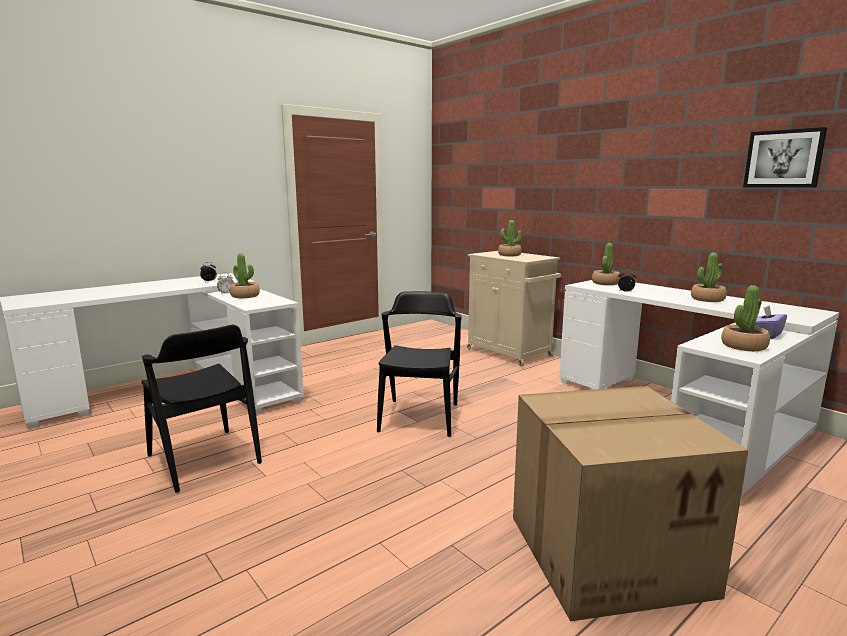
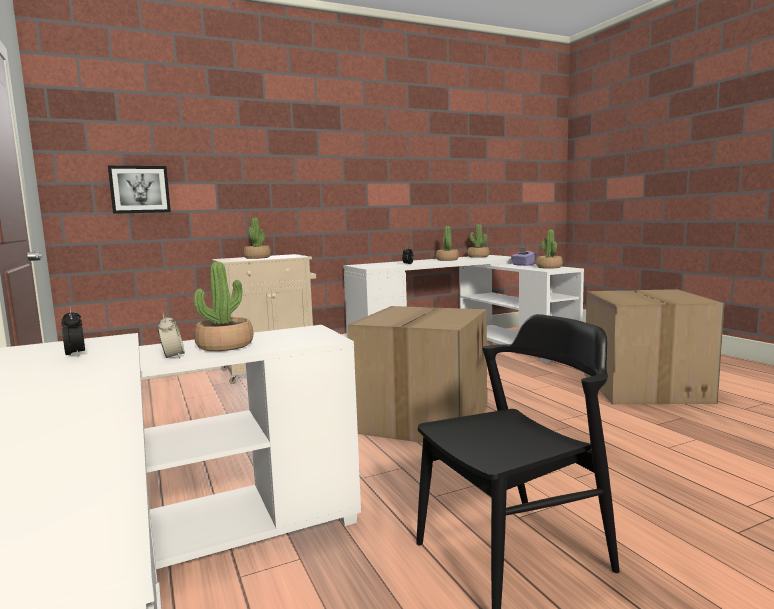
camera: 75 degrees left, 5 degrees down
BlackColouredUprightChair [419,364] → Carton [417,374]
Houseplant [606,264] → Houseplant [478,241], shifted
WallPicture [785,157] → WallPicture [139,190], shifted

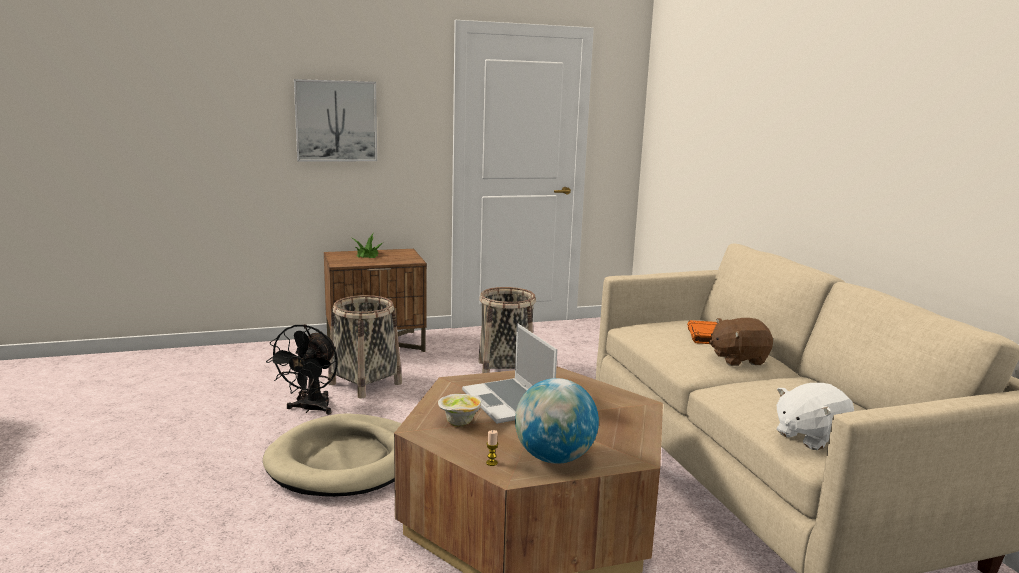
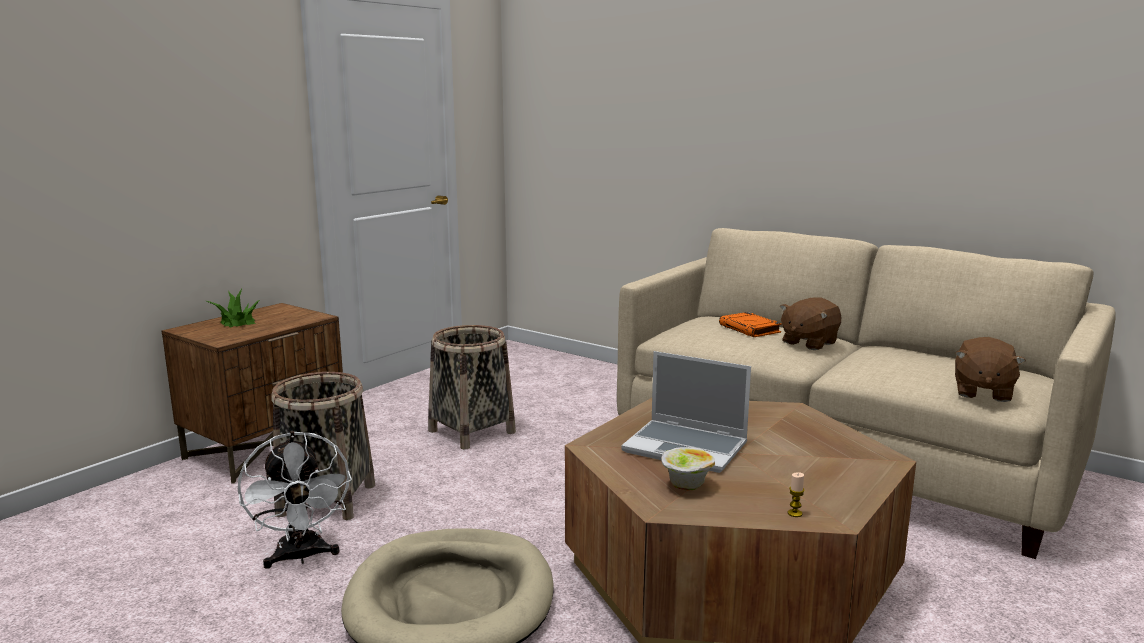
camera: 35 degrees left, 0 degrees up
BlackColouredCoolingFan [302,369] → WhiteColouredCoolingFan [295,500]
WallPicture [335,120] → -
WorldGlobe [557,421] → -
WhiteColouredCuddlyToy [815,416] → BrownishCuddlyToy [990,369]

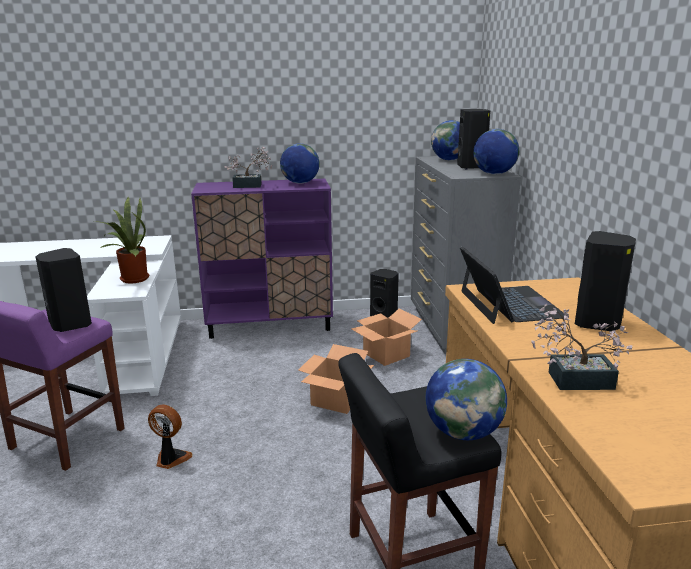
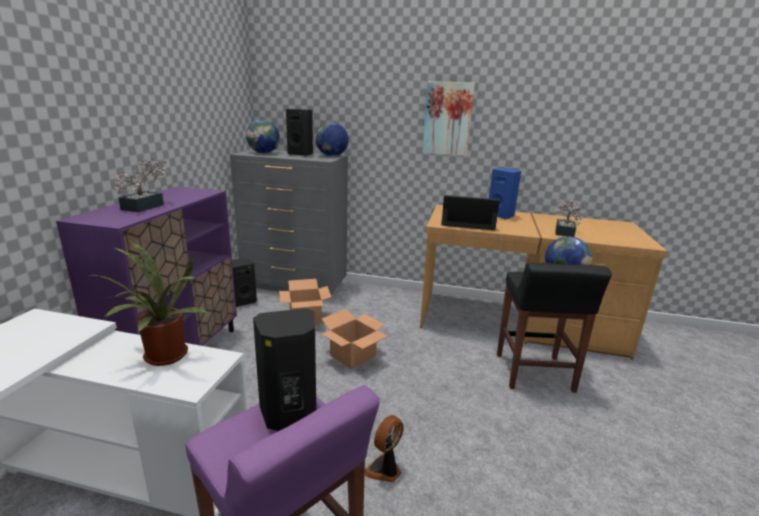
camera: 70 degrees left, 0 degrees up
WorldGlobe [300,163] → -
BlackColouredAudioSpeaker [605,281] → BlueColouredAudioSpeaker [505,193]
- → WallPicture [448,118]

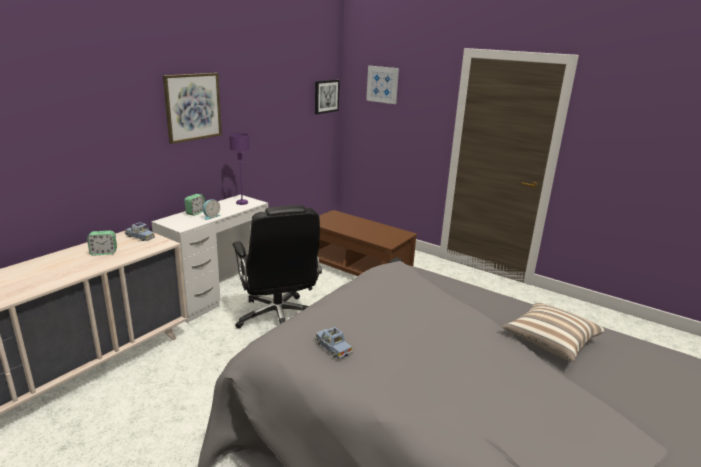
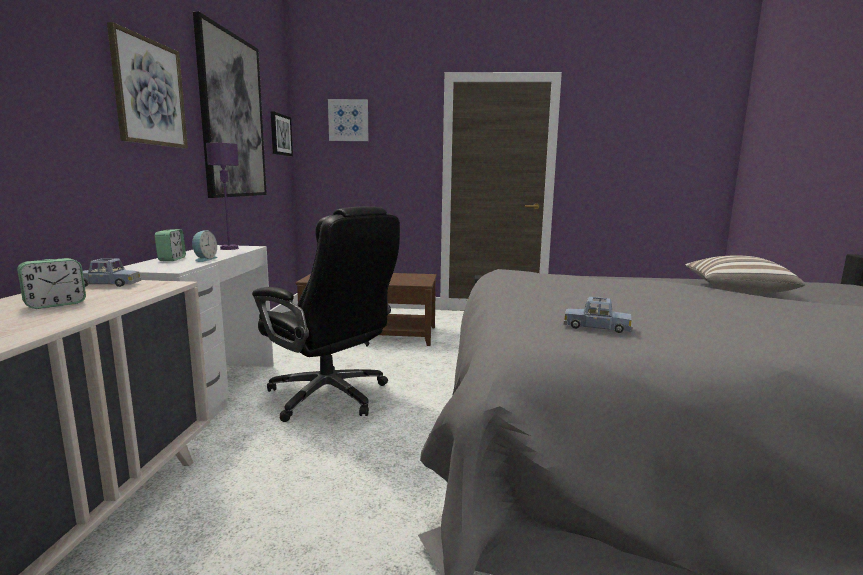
camera: 30 degrees left, 10 degrees down
- → WallPicture [230,104]

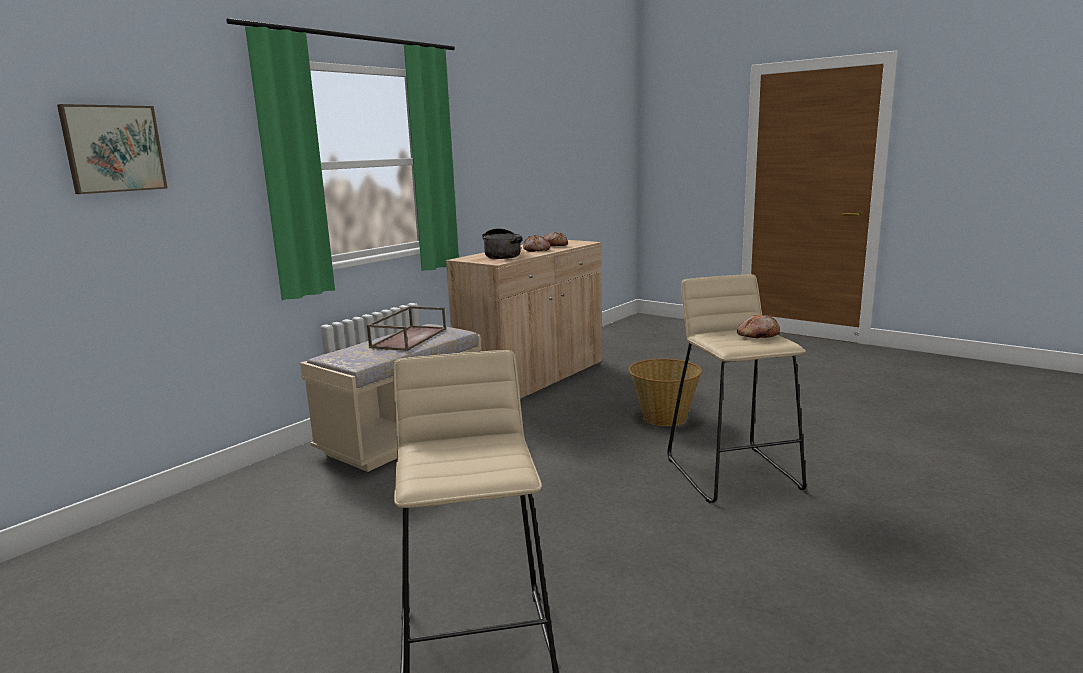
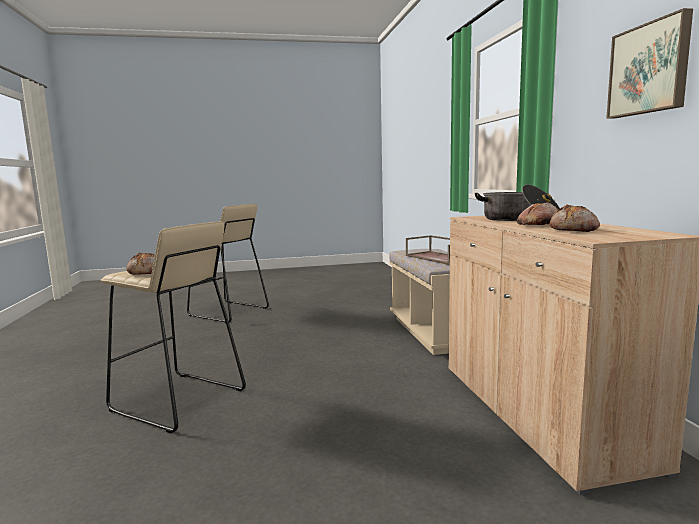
camera: 130 degrees right, 5 degrees down
WallPicture [112,149] → WallPicture [649,63], shifted
Basket [665,392] → -

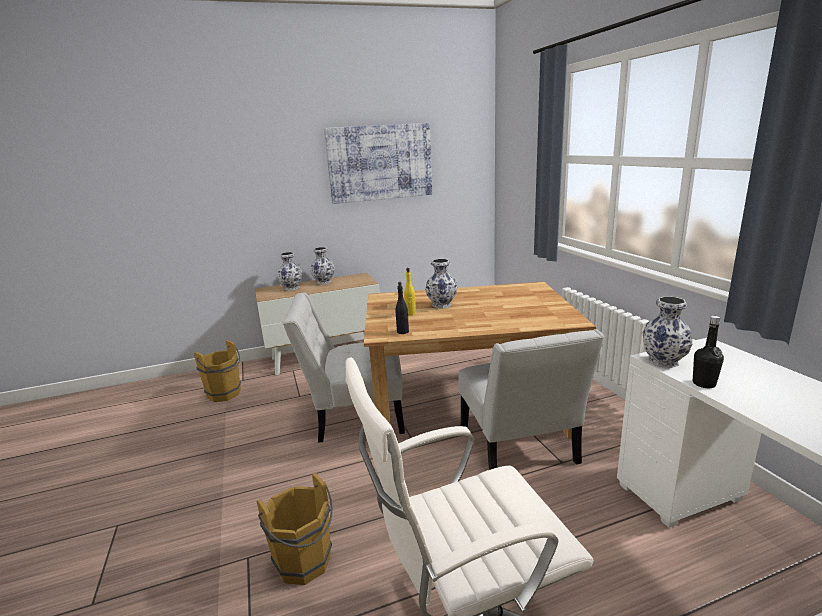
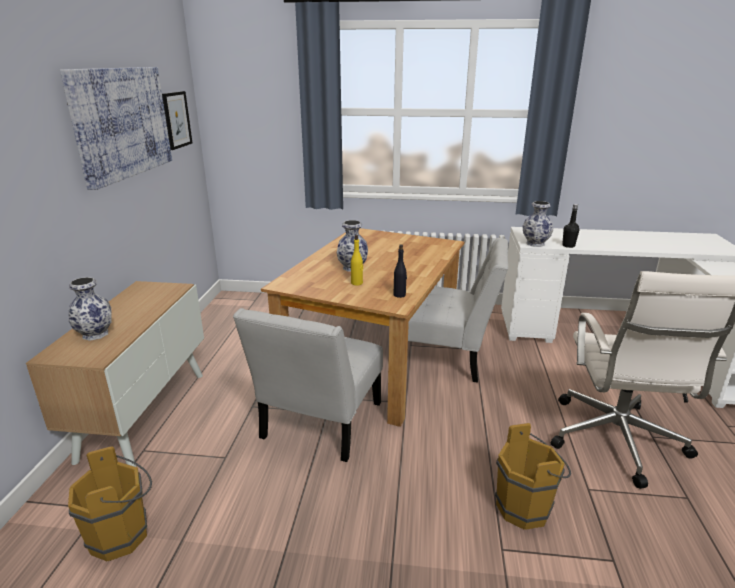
camera: 65 degrees left, 5 degrees up
DecorativeVase [323,266] → -
- → WallPicture [177,120]

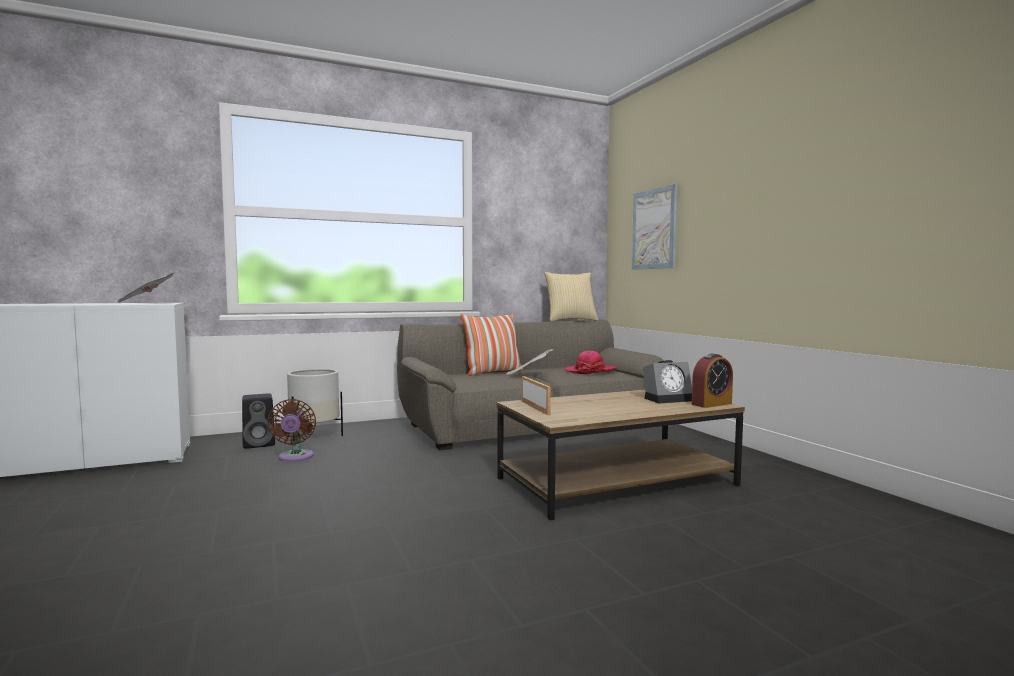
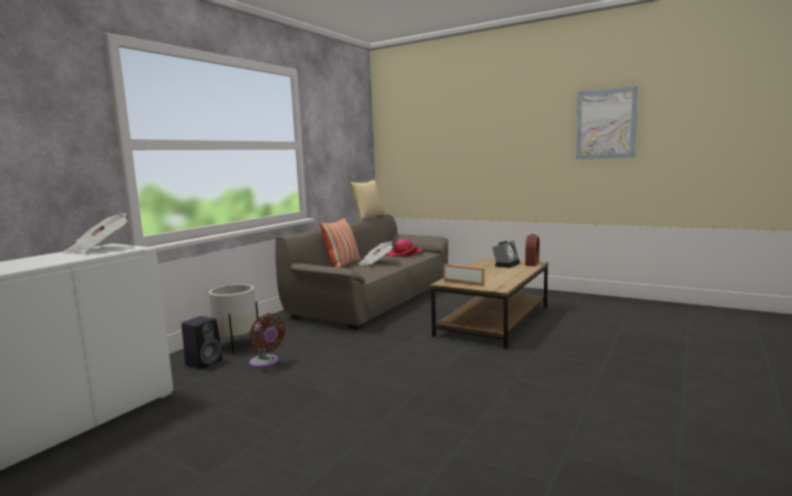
camera: 35 degrees left, 5 degrees up
WallPicture [654,227] → WallPicture [607,122], shifted

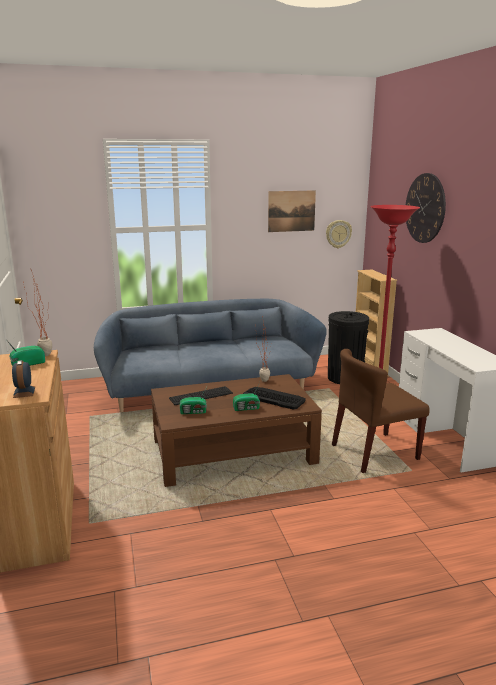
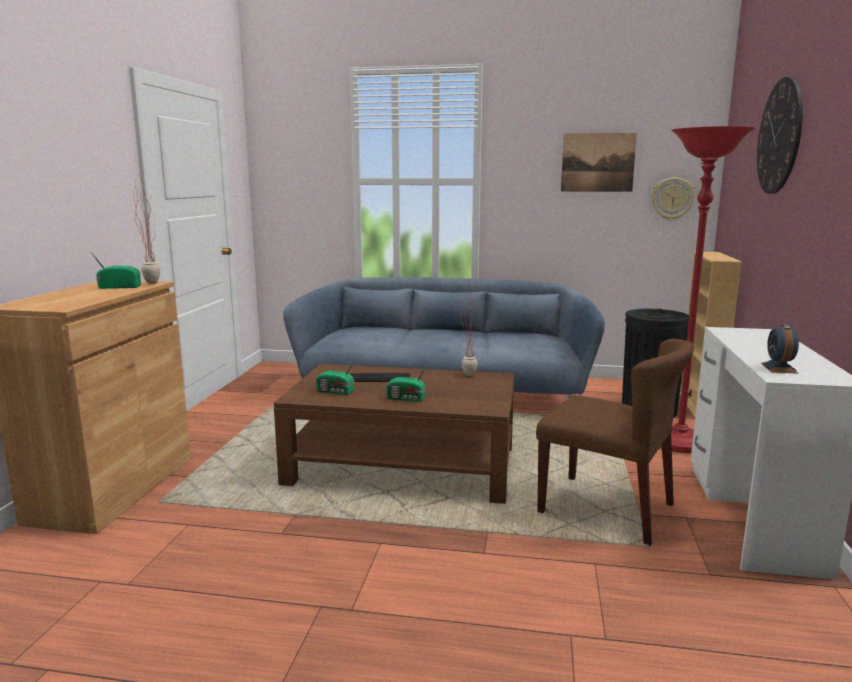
camera: 25 degrees right, 5 degrees down
AlarmClock [23,379] → AlarmClock [780,349], shifted
Keyboard [274,398] → -
BrownishUprightChair [381,411] → BrownishUprightChair [615,443], 150 degrees counterclockwise

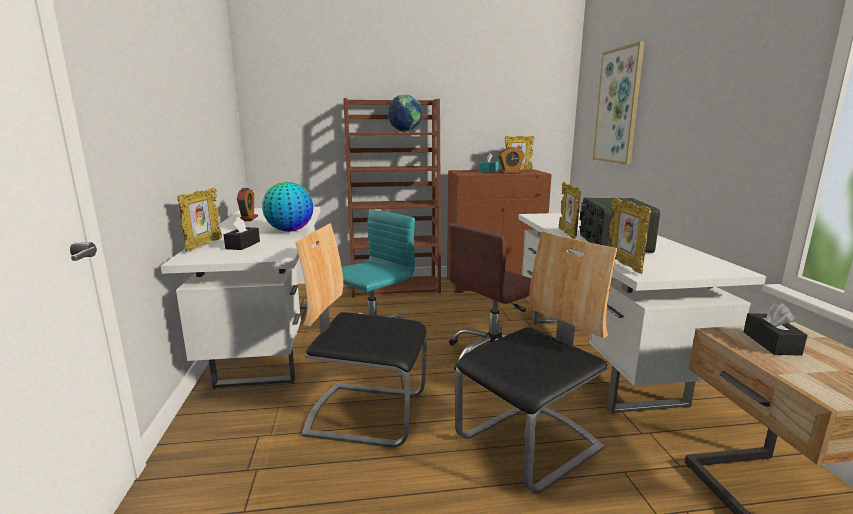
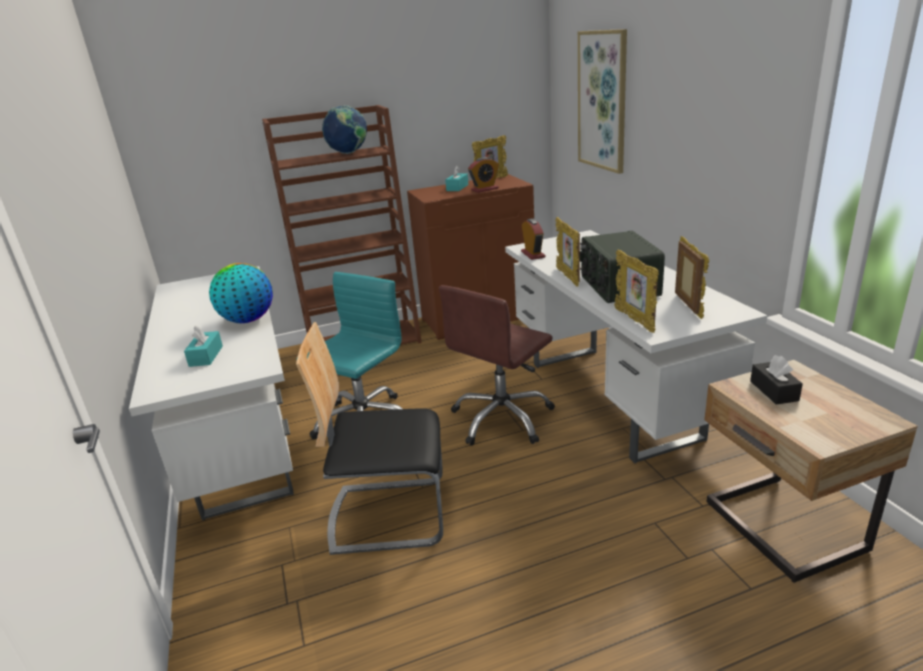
camera: 10 degrees left, 10 degrees up
PhotoFrame [199,220] → PhotoFrame [692,277], shifted
BlackColouredTissueHolder [242,233] → BlueGreenTissueHolder [203,346]
AlarmClock [247,204] → AlarmClock [533,239], shifted
UprightChair [536,362] → -

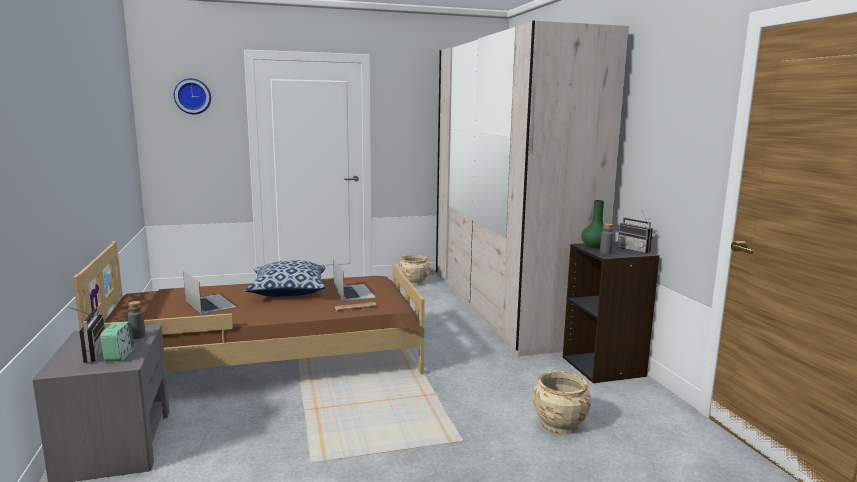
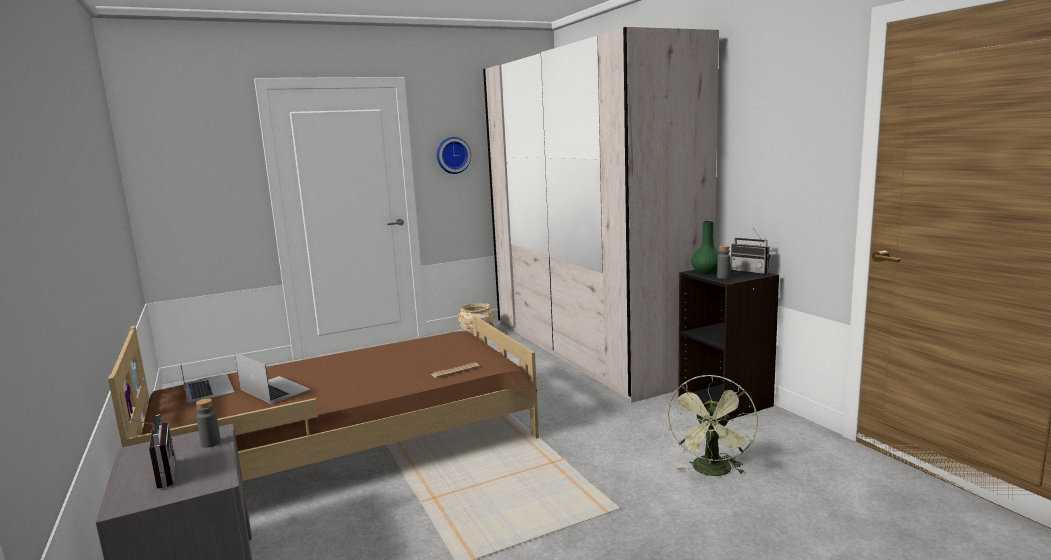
camera: 10 degrees left, 0 degrees up
AlarmClock [117,342] → -
HangingClock [192,96] → HangingClock [454,155], shifted
Pillow [285,278] → -
Laptop [354,280] → Laptop [206,375], shifted
BeigePlantPot [561,402] → GreenCoolingFan [713,425]

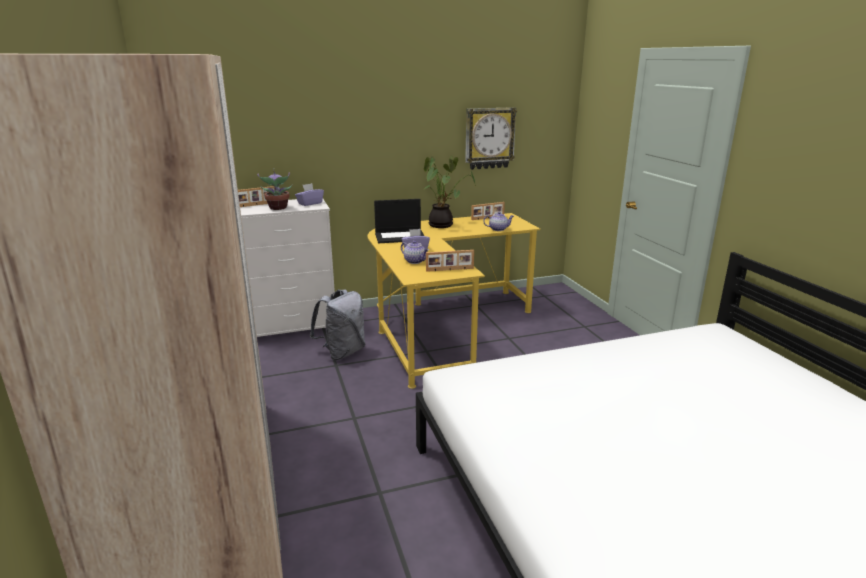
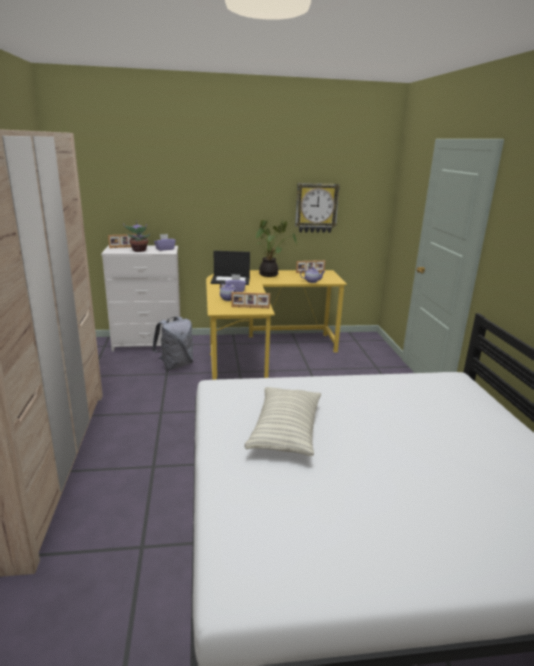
camera: 10 degrees right, 0 degrees up
- → Pillow [283,421]

